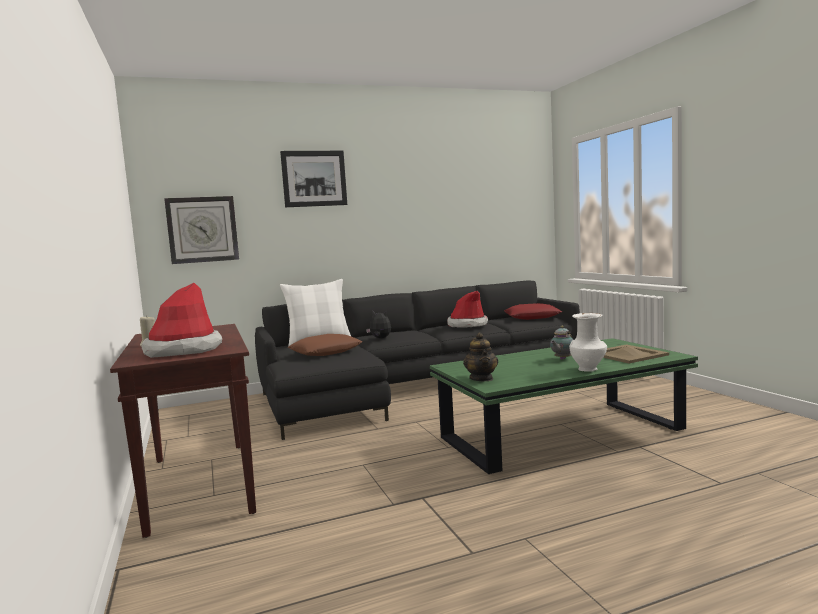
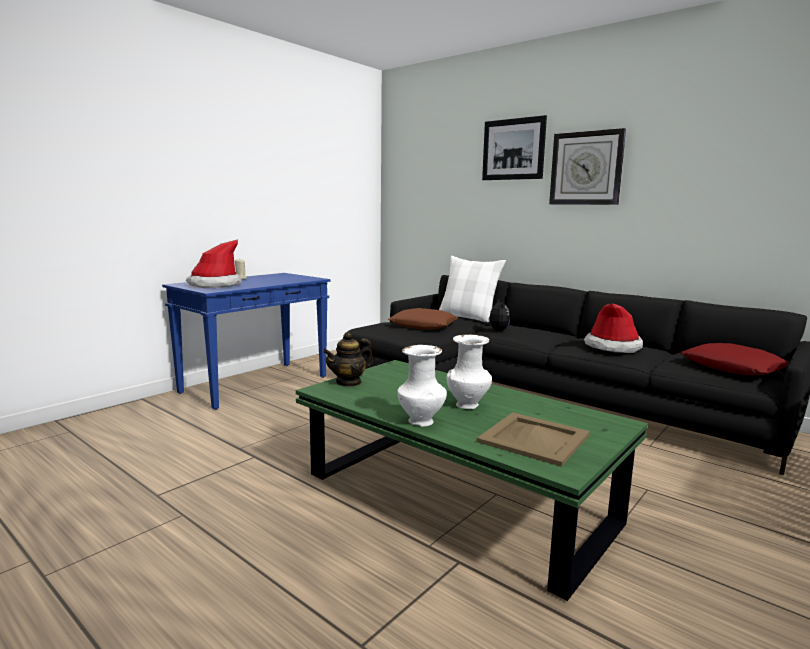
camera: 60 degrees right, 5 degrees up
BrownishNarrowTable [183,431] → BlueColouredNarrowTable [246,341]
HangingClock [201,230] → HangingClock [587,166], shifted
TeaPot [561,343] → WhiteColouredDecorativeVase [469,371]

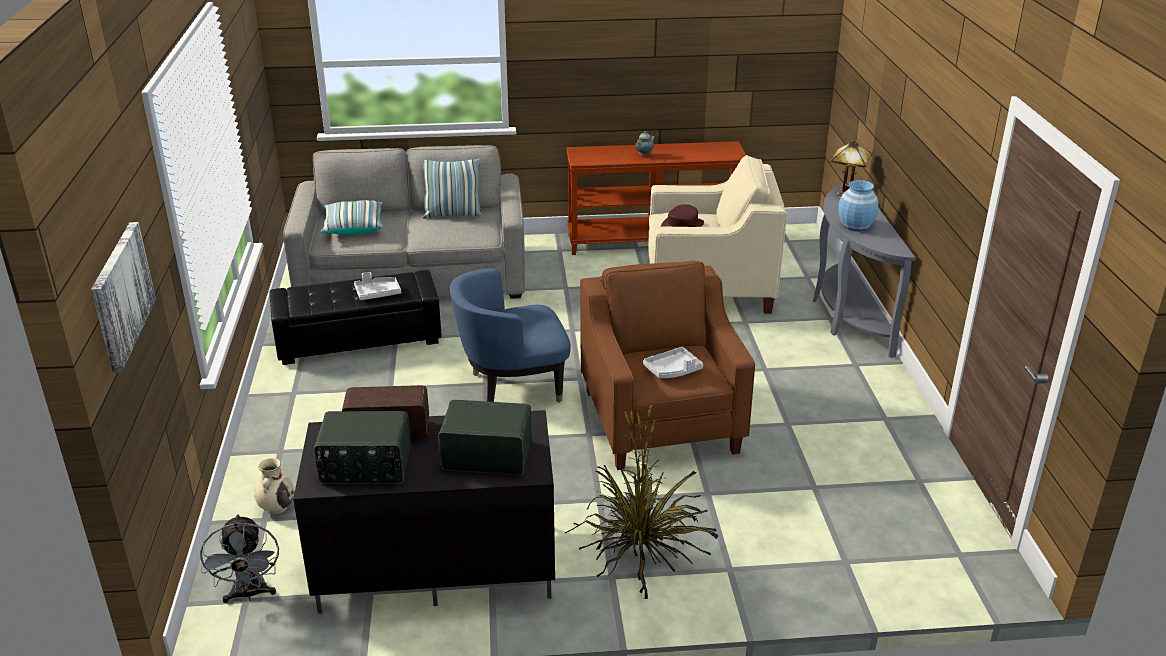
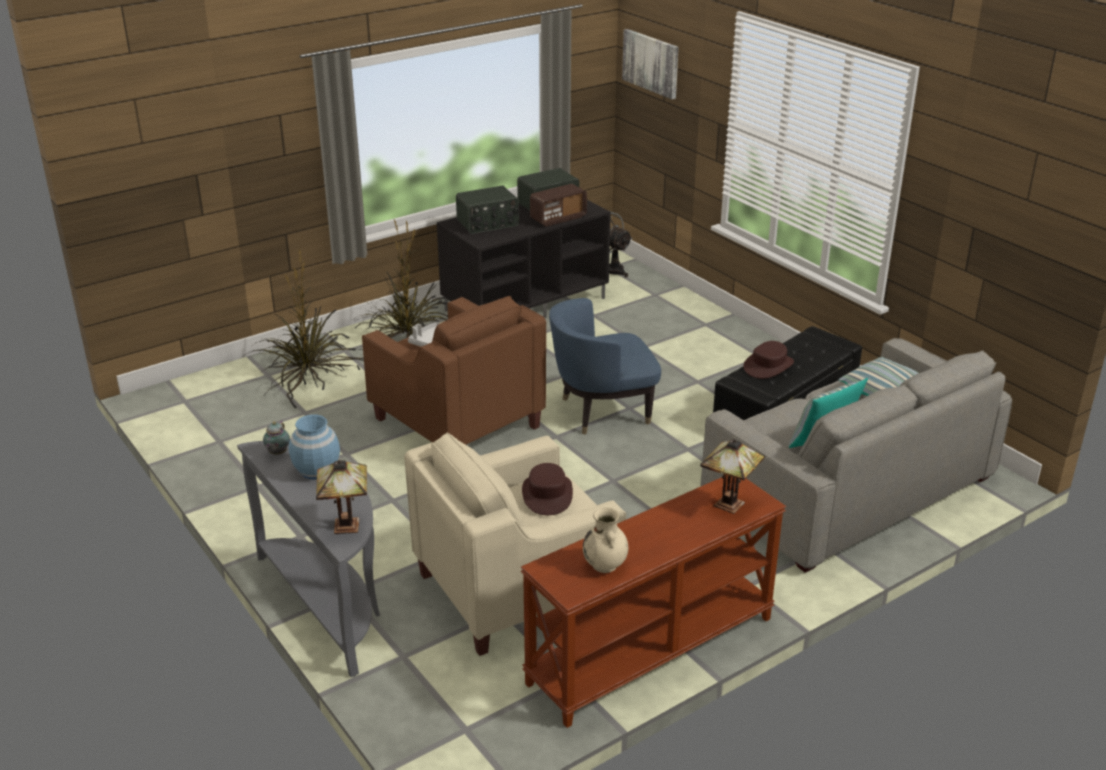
camera: 150 degrees right, 0 degrees up
BeigeDecorativeVase [274,486] → BeigeDecorativeVase [605,540], shifted
GrayTray [377,286] → BrownishWearableHat [768,360]
BlueColouredEasyChair [510,335] → BlueColouredEasyChair [605,366], 150 degrees counterclockwise
TeaPot [645,144] → TeaPot [276,438], shifted
- → Houseplant [306,328]
- → TabletopLamp [732,476]

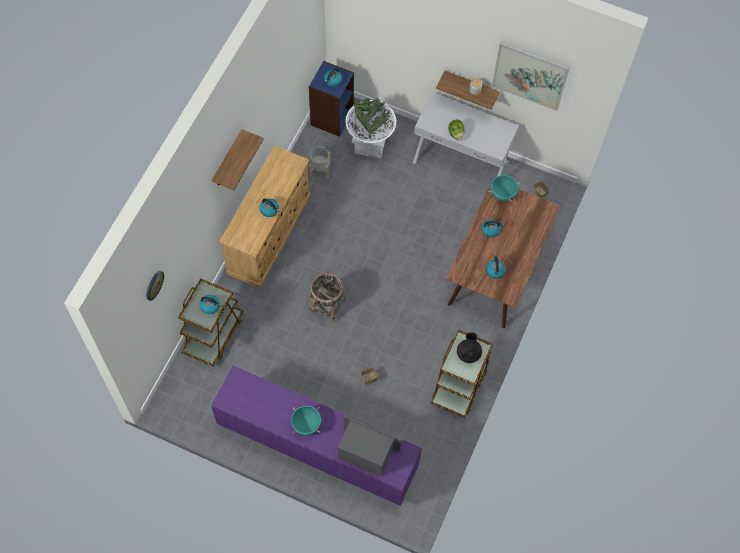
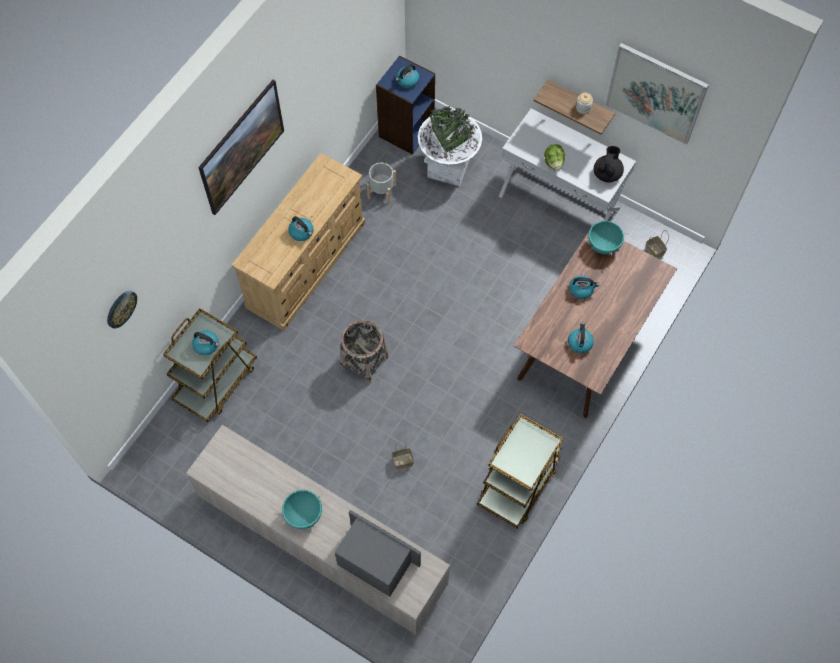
camera: 10 degrees right, 0 degrees up
PurplishCupboard [316,436] → BeigeCupboard [318,530]
Shelf [238,159] → WallPicture [241,147]
BlackColouredTeaPot [469,347] → BlackColouredTeaPot [608,164], shifted

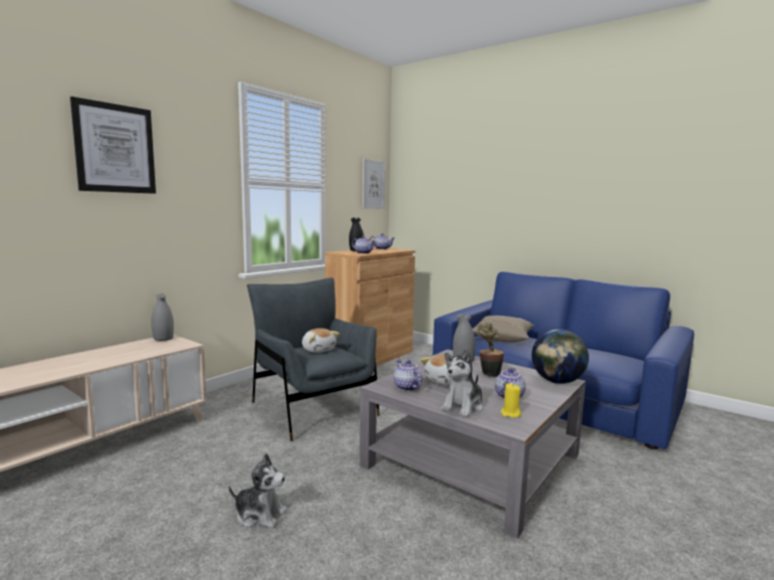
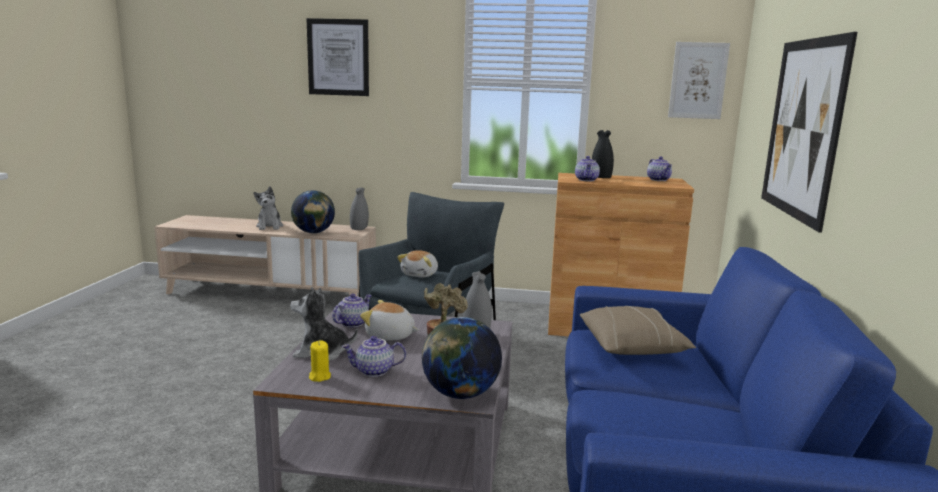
camera: 60 degrees right, 5 degrees up
CuddlyToy [258,491] → CuddlyToy [268,208], shifted
- → WorldGlobe [313,211]
- → WallPicture [809,132]

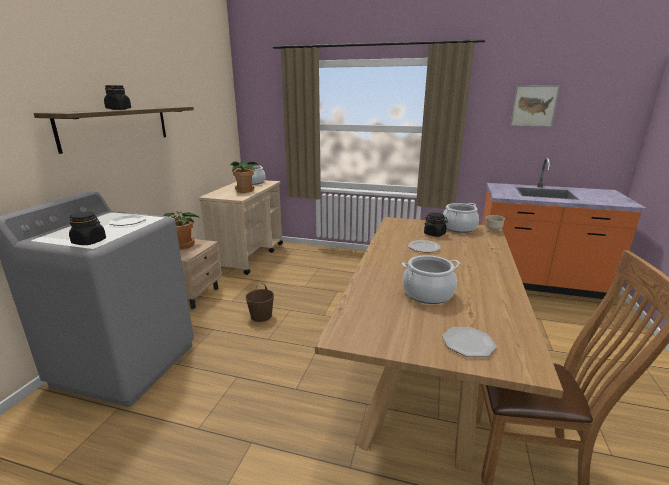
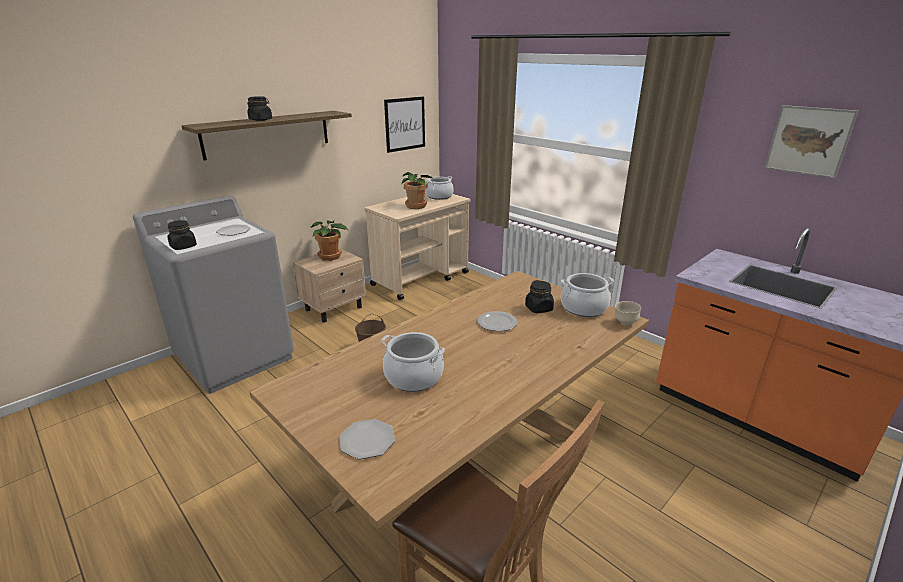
camera: 30 degrees right, 5 degrees up
- → WallPicture [404,124]

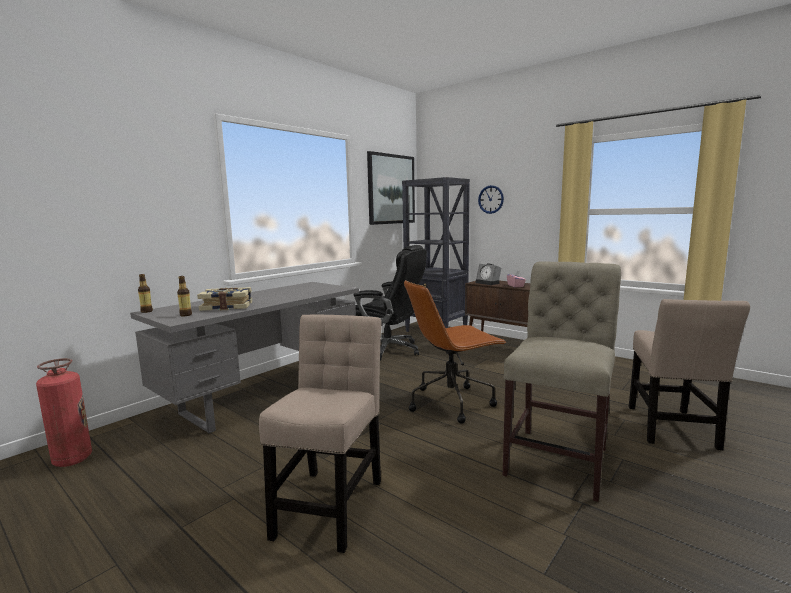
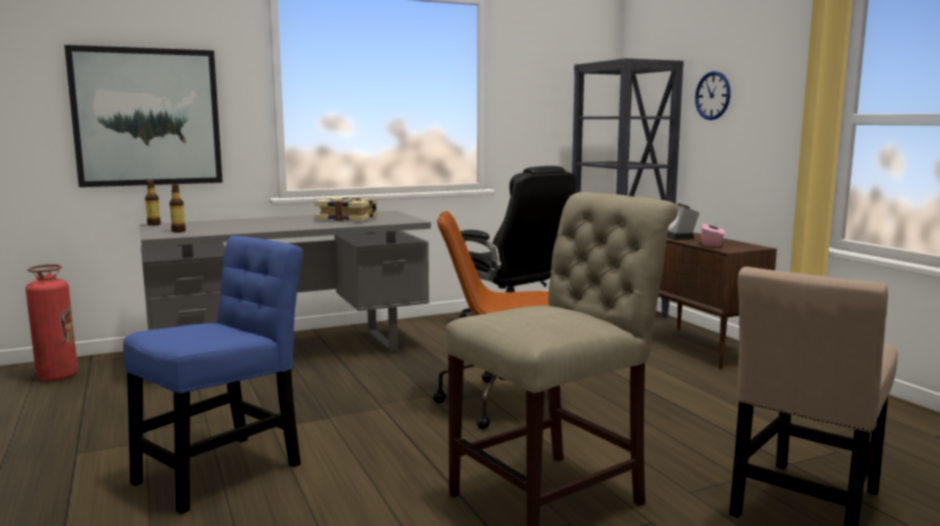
camera: 25 degrees right, 0 degrees up
BoundBook [224,299] → BoundBook [346,209], shifted
BeigeUprightChair [320,434] → BlueColouredUprightChair [213,375]
WallPicture [391,188] → WallPicture [143,116], shifted

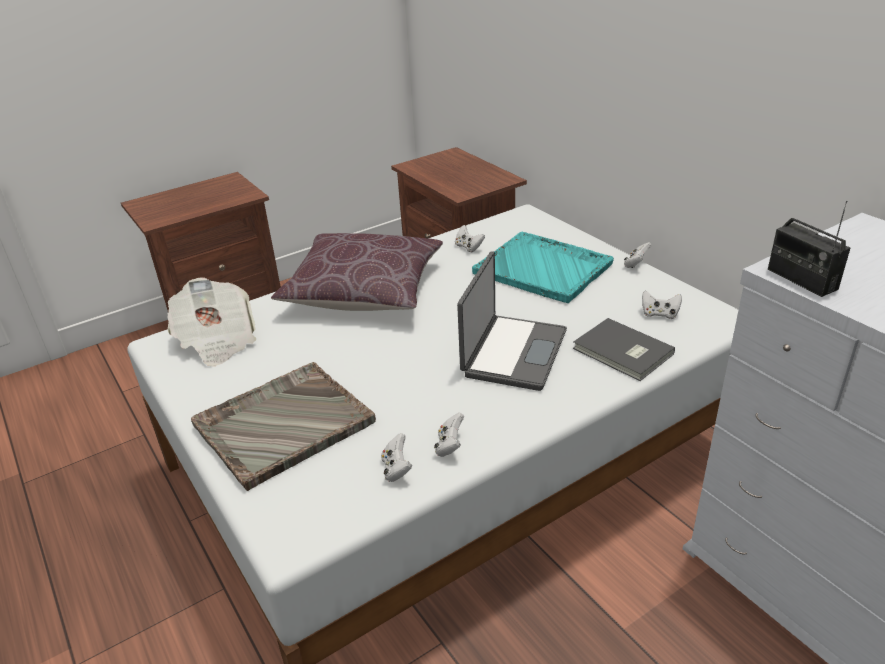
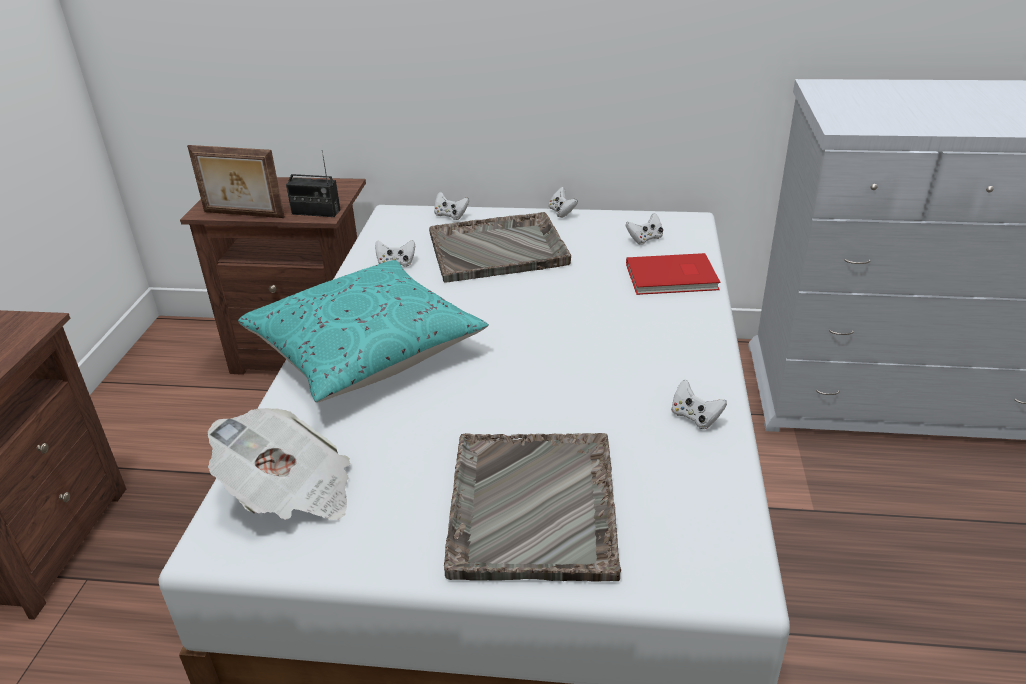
camera: 50 degrees left, 0 degrees up
BrownishPillow [357,272] → BlueGreenPillow [363,331]
WhiteColouredJoypad [396,457] → WhiteColouredJoypad [451,206], shifted
Laptop [512,321] → -
BlueGreenTray [543,267] → GrayTray [500,247]
GrayBoundBook [624,349] → RedBoundBook [673,274]
RadioSet [809,249] → RadioSet [313,183], shifted
- → PhotoFrame [236,181]

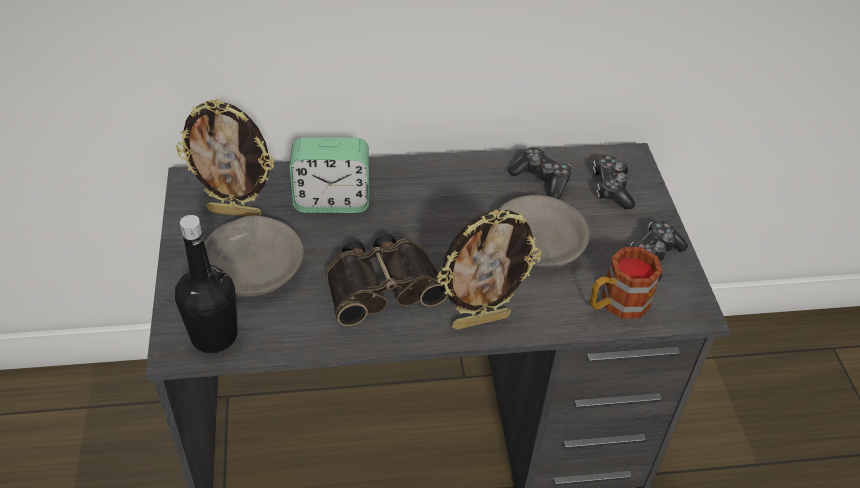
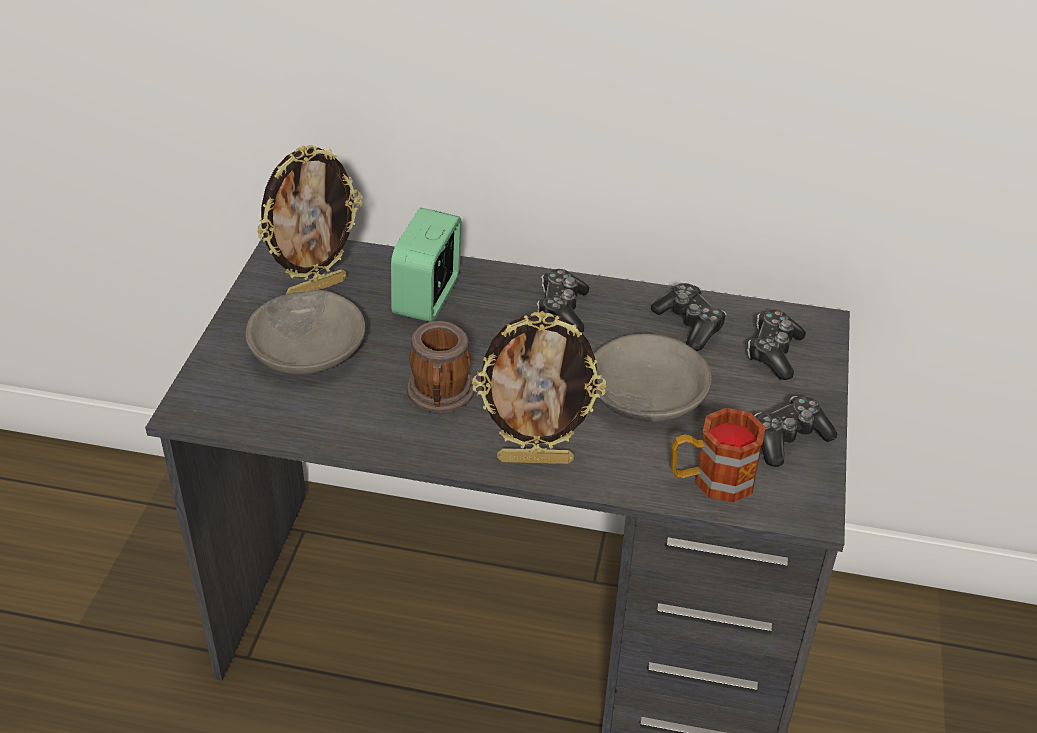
camera: 20 degrees right, 5 degrees down
BlackColouredDrinkBottle [206,284] → -
PhotoFrame [225,158] → PhotoFrame [309,219], 60 degrees counterclockwise
AlarmClock [329,175] → AlarmClock [426,265], 90 degrees clockwise
Binoculars [387,280] → TeaMug [441,367]
- → Joypad [563,300]

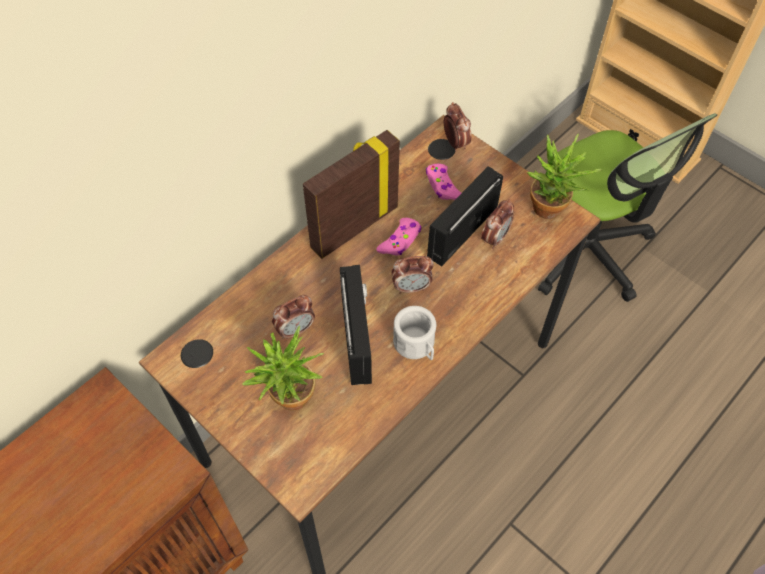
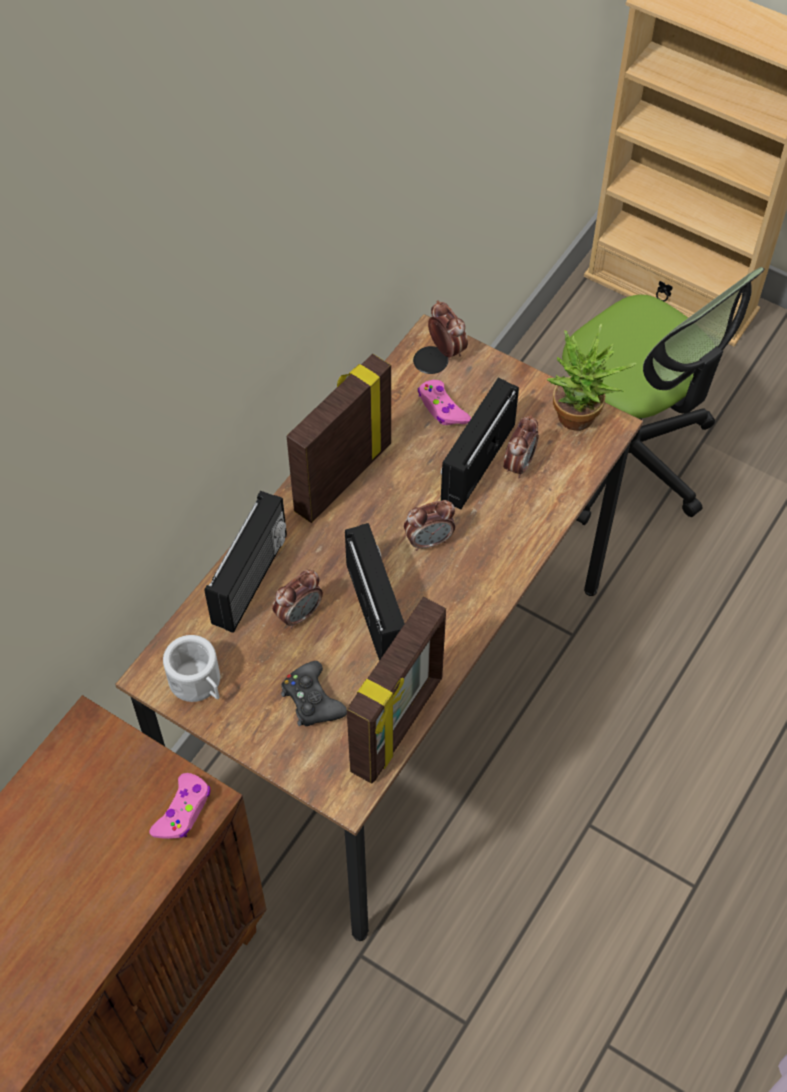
camera: 10 degrees left, 0 degrees up
Houseplant [283,368] → BlackColouredJoypad [314,693]
PinkishJoypad [399,237] → PinkishJoypad [179,806], shifted
WhiteColouredTeaMug [414,333] → WhiteColouredTeaMug [191,668], shifted
- → RadioSet [245,562]
- → PhotoFrame [396,690]

